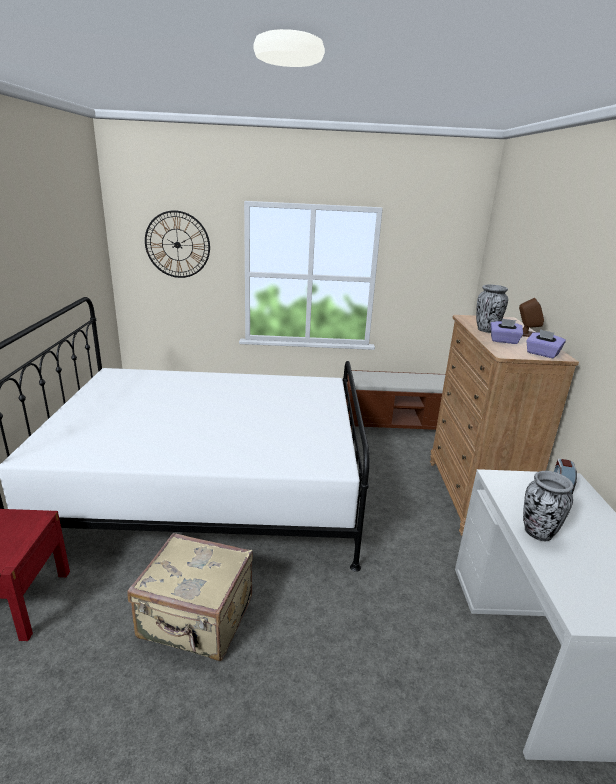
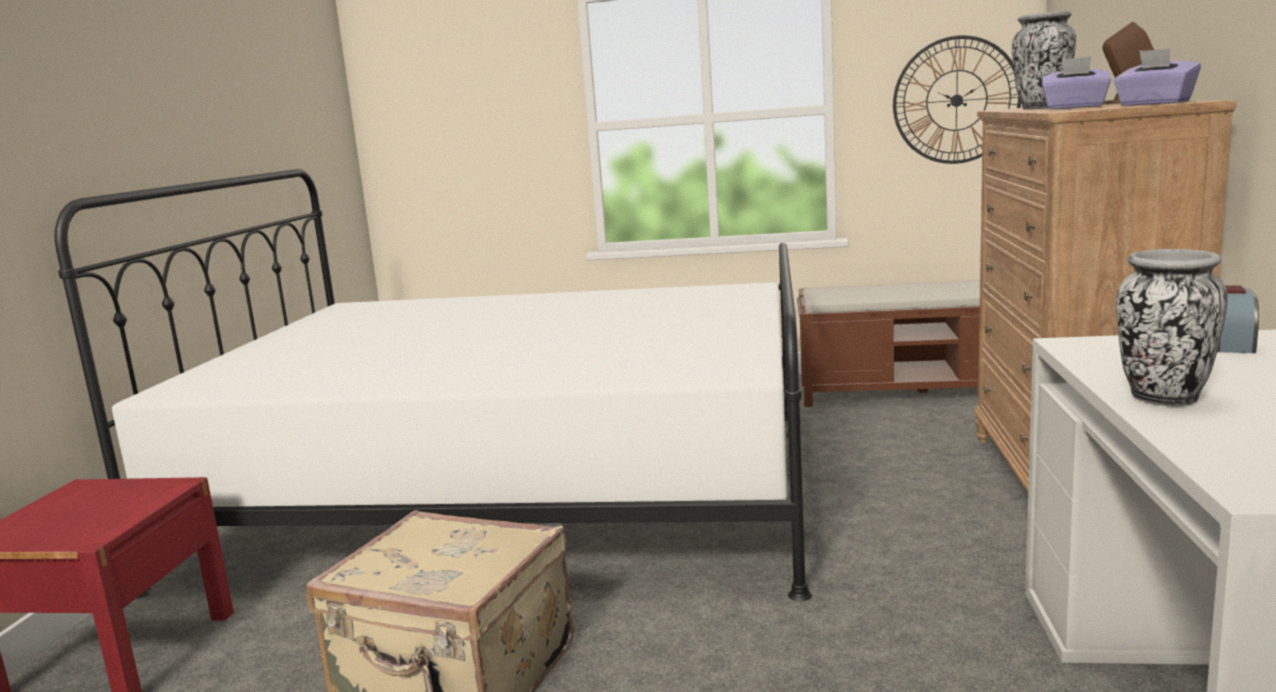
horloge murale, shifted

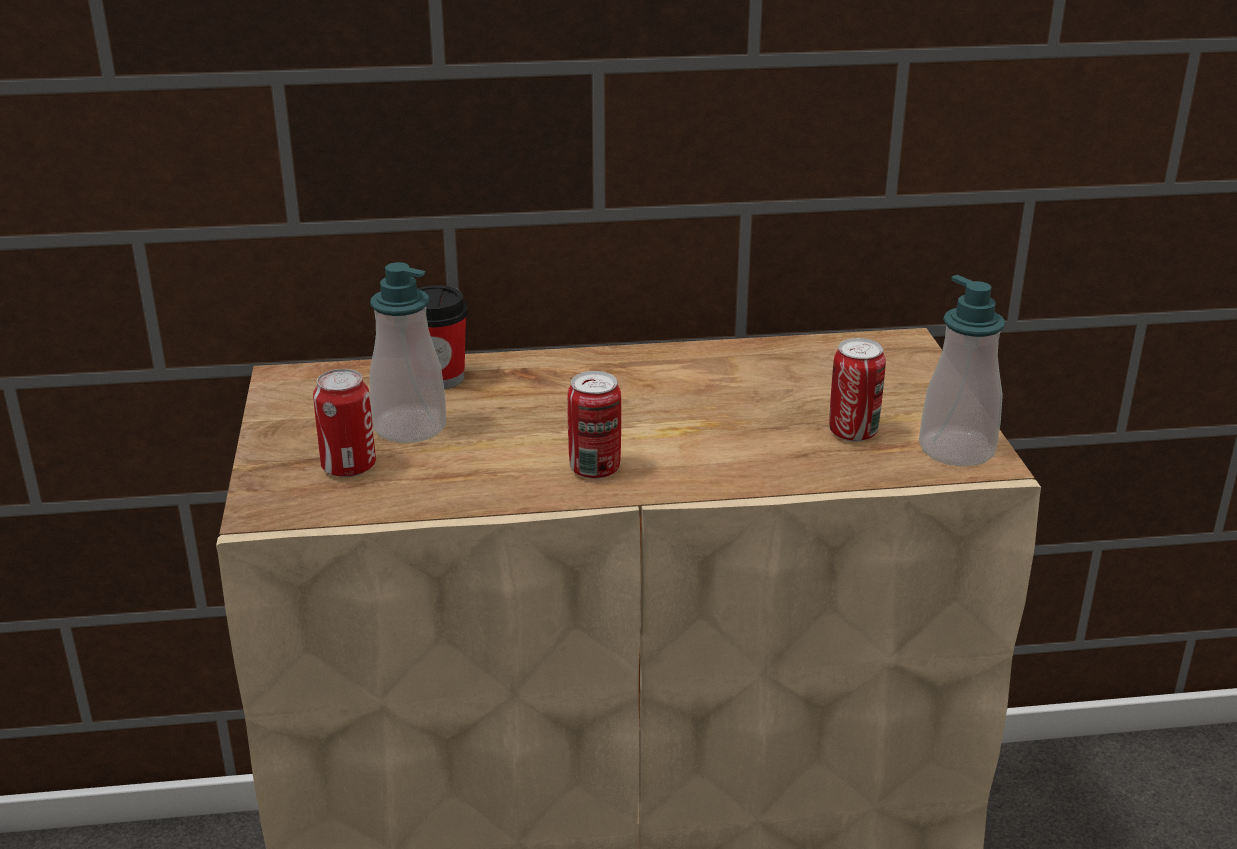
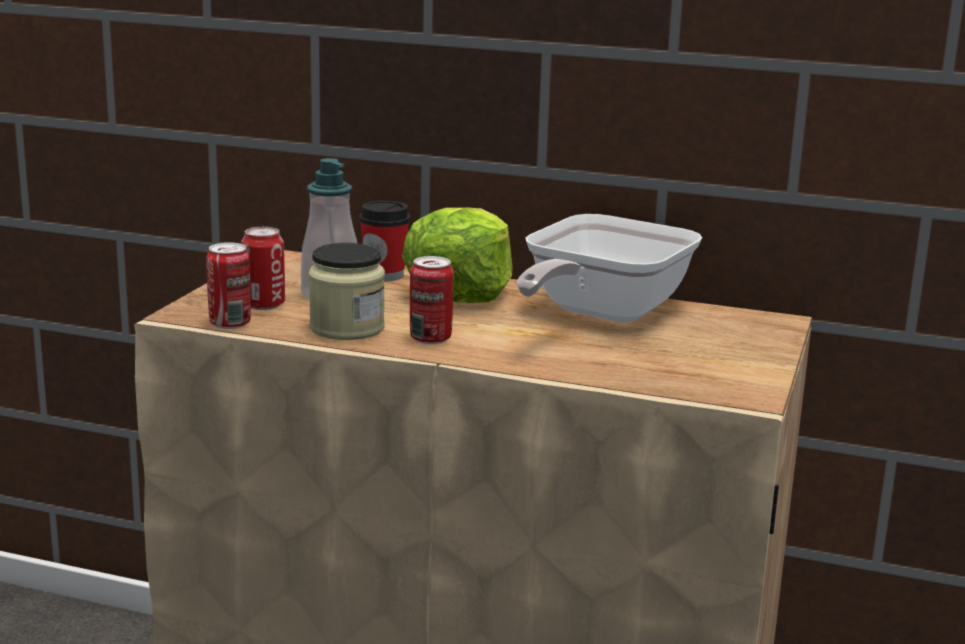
boîte métallique (no. 3 from left in the first image) => boîte métallique (no. 1 from left), shifted
nothing => bocal
nothing => laitue
nothing => poêle
distributeur de savon (no. 2 from left) => nothing

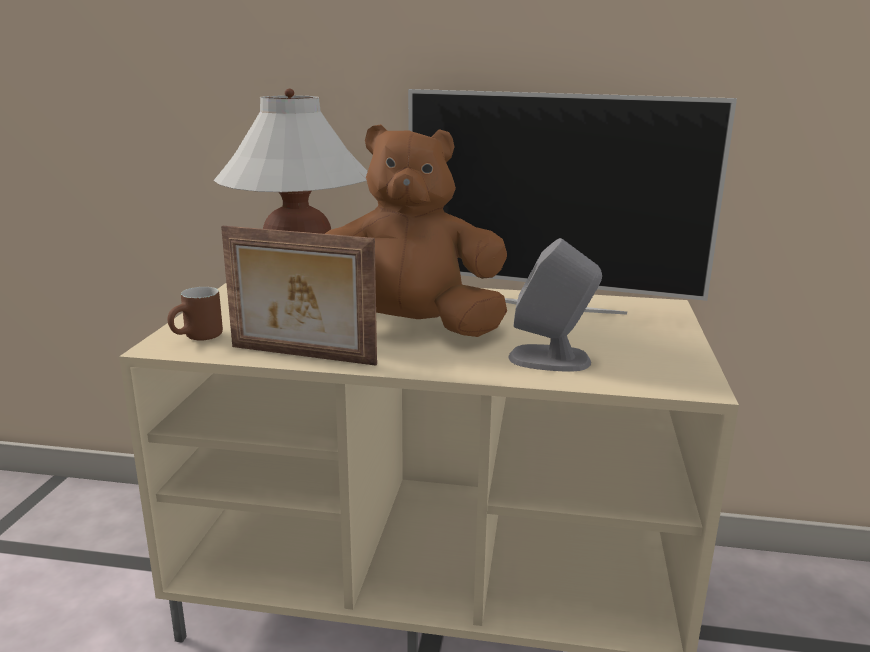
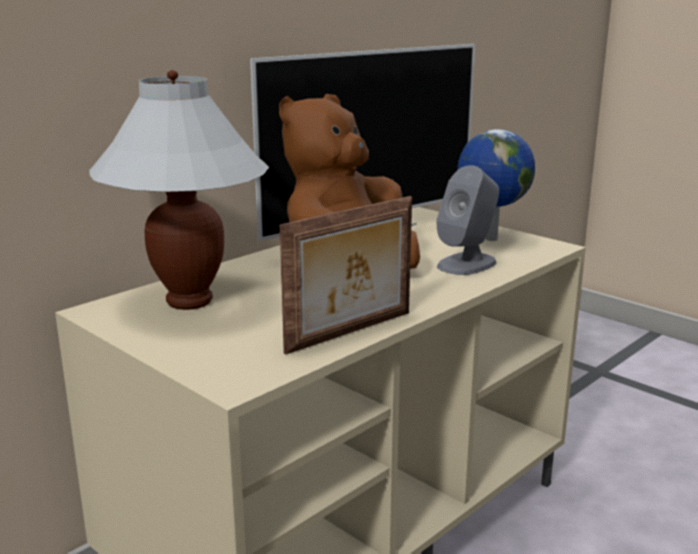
nothing => globe
mug [marron] => nothing

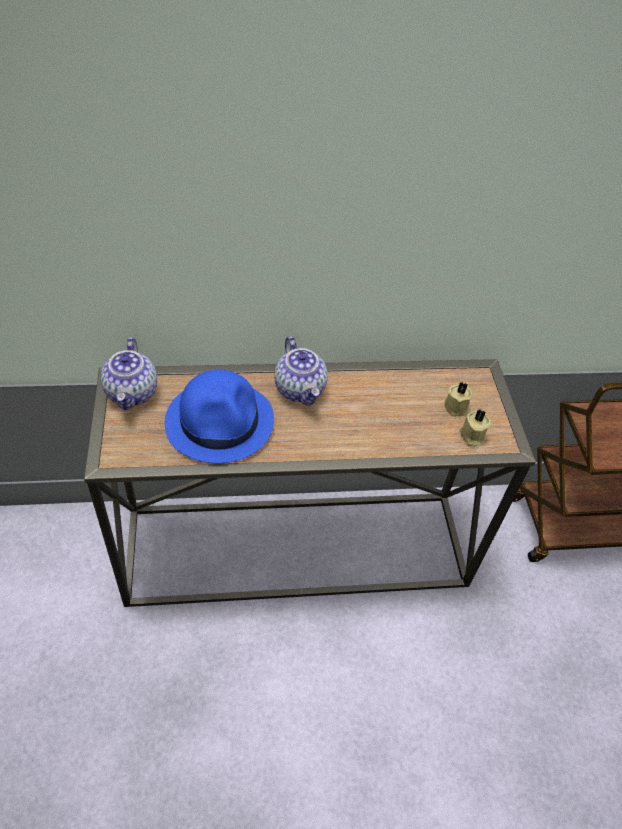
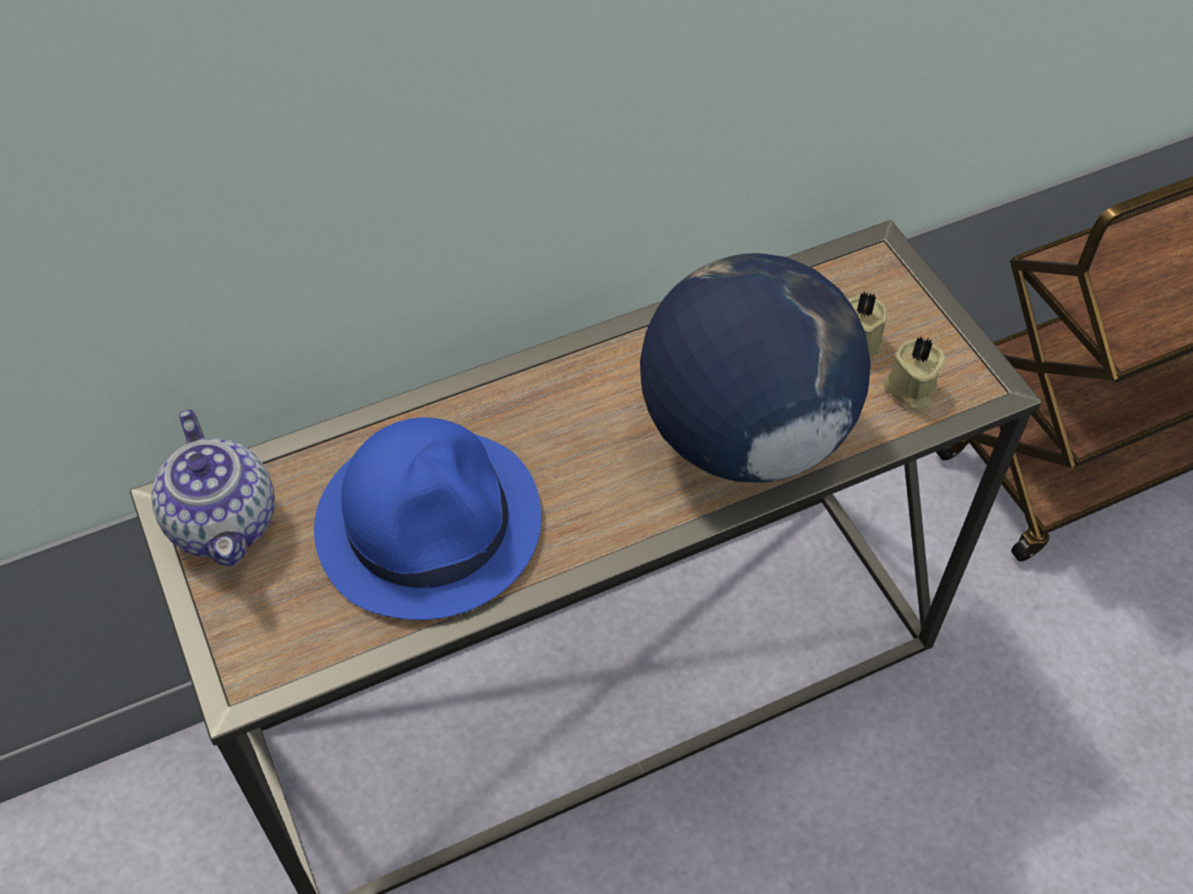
nothing => globe
théière (no. 2 from left) => nothing

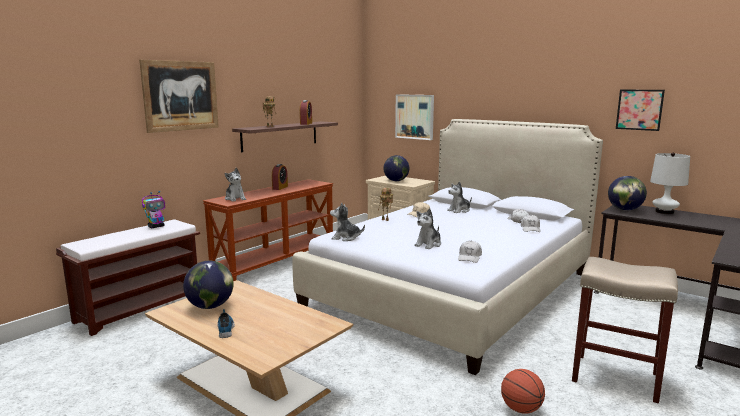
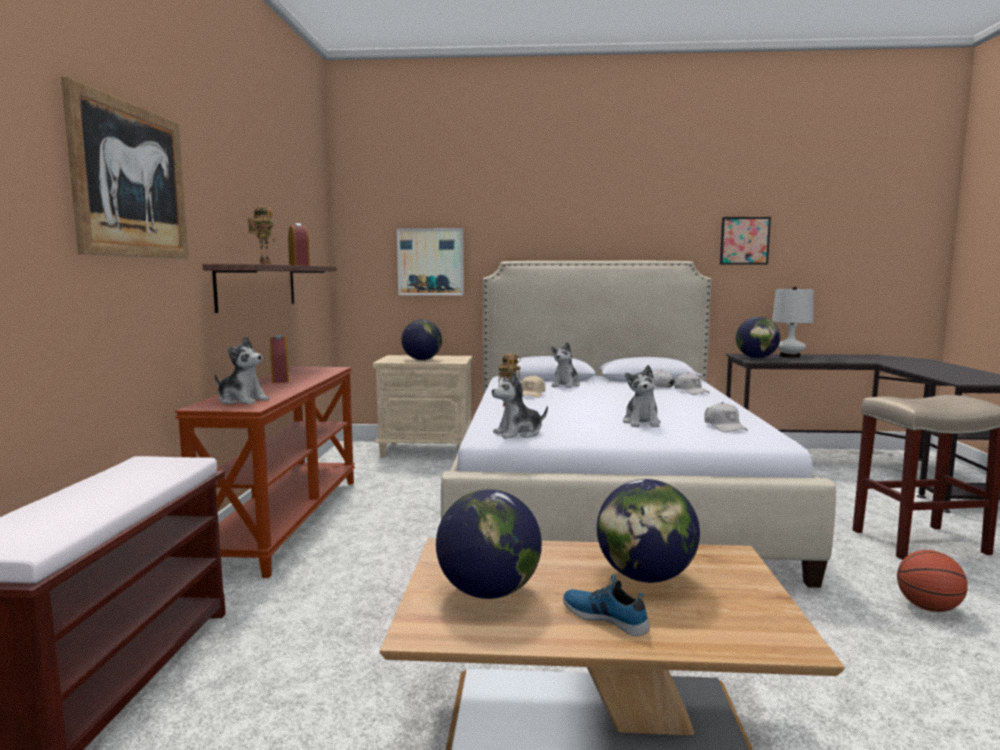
nothing => globe (no. 3 from left)
robot jouet (no. 1 from left) => nothing

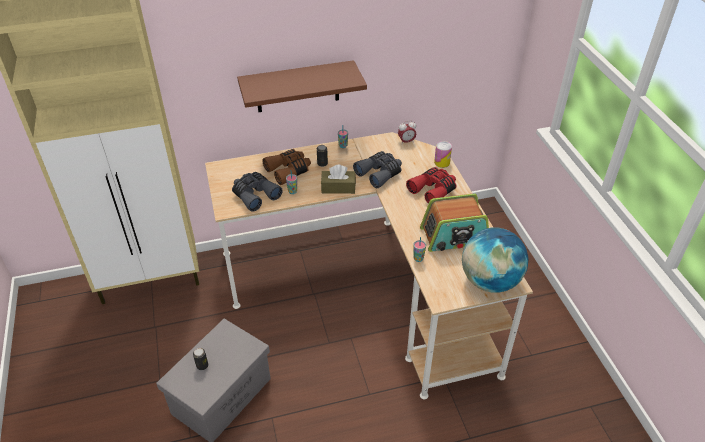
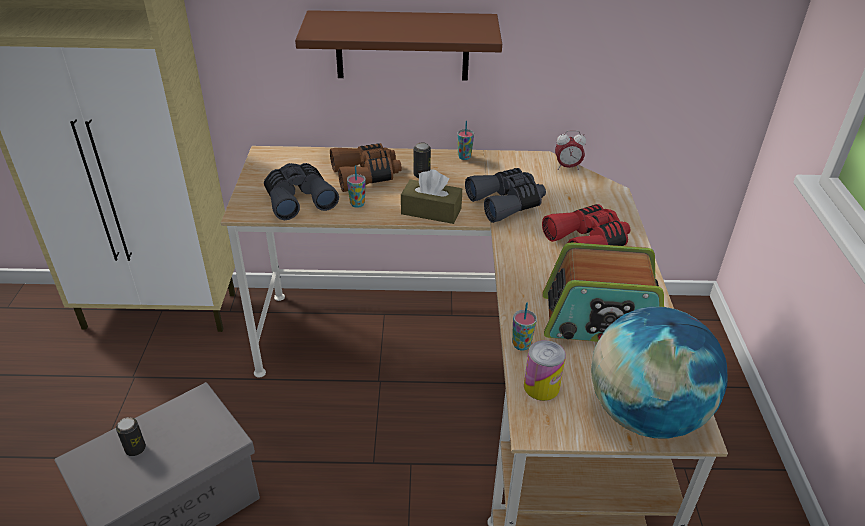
boîte métallique (no. 3 from left), shifted

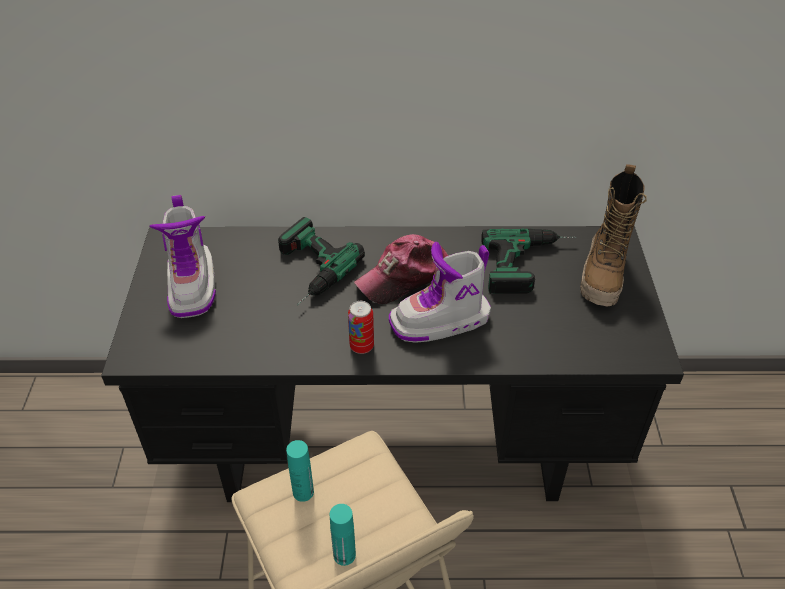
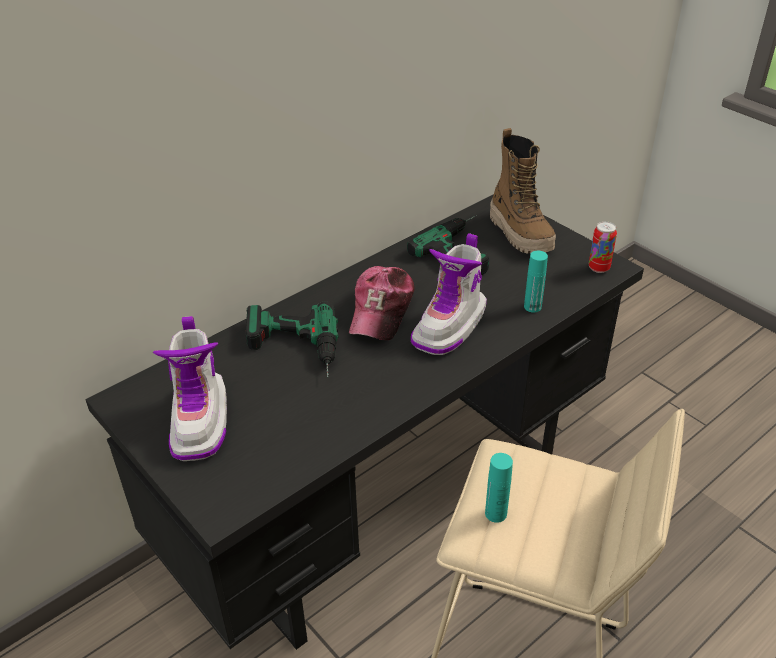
botte (no. 1 from left), 45 degrees clockwise
bouteille [turquoise] (no. 2 from left), shifted
boîte métallique, shifted

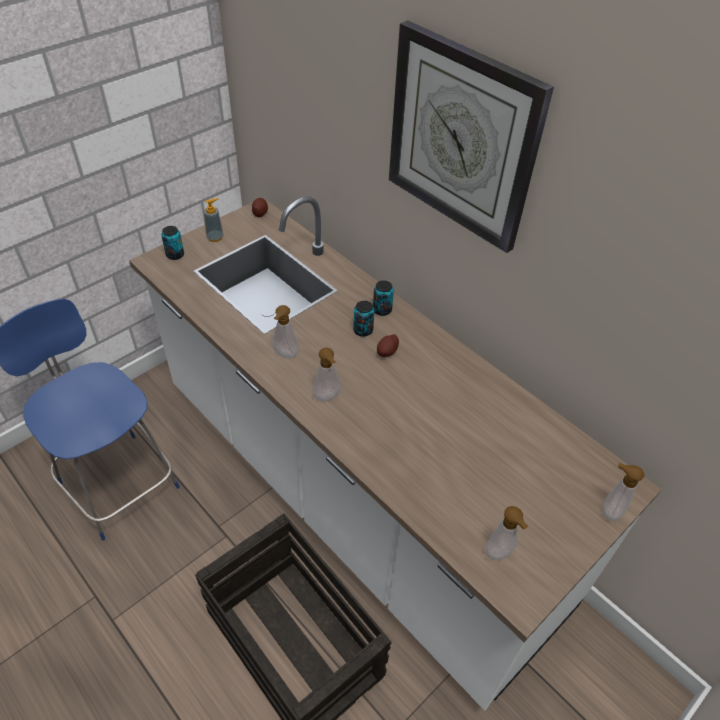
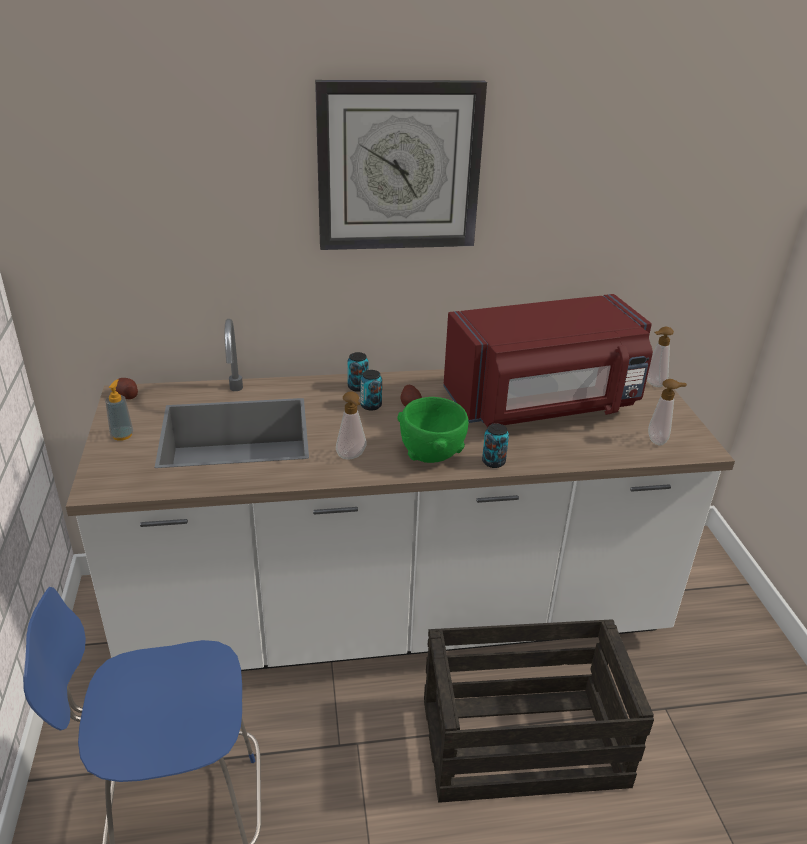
distributeur de savon (no. 3 from left) => bol [vert]
nothing => micro-ondes [rouge]
boîte métallique (no. 1 from left in the first image) => boîte métallique (no. 3 from left), shifted

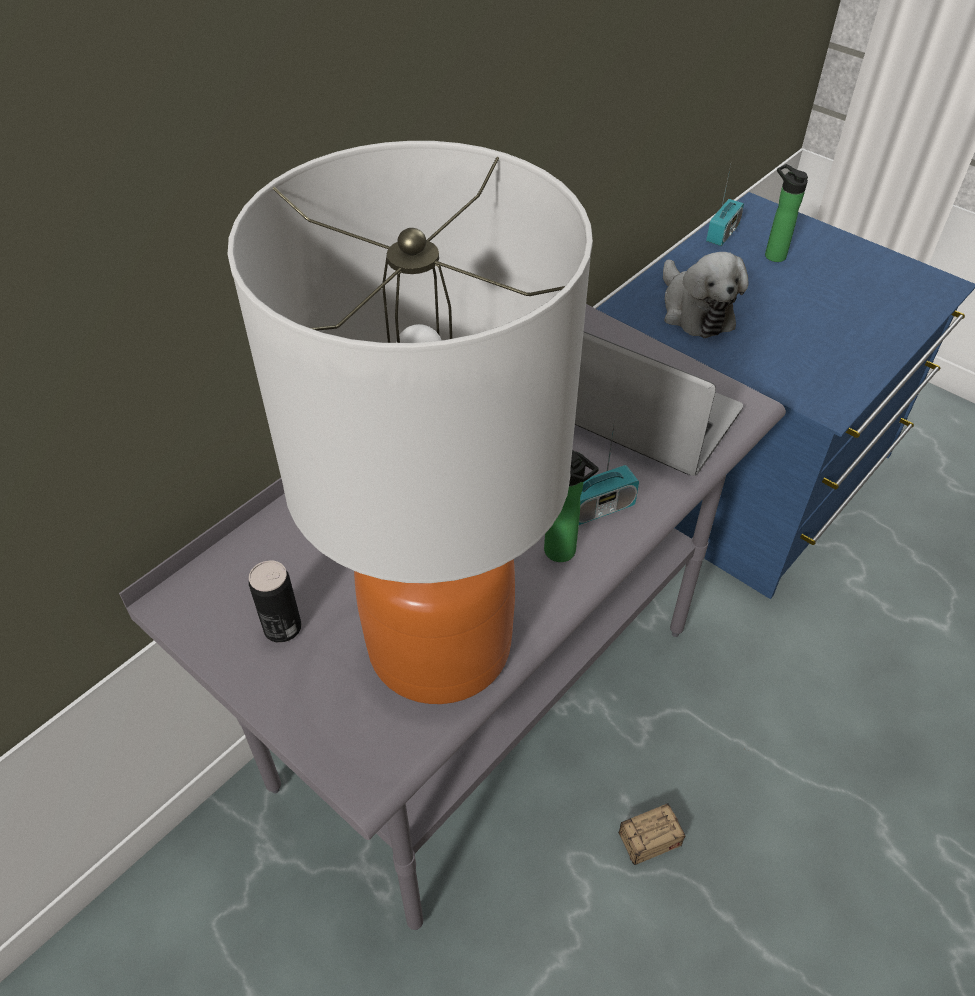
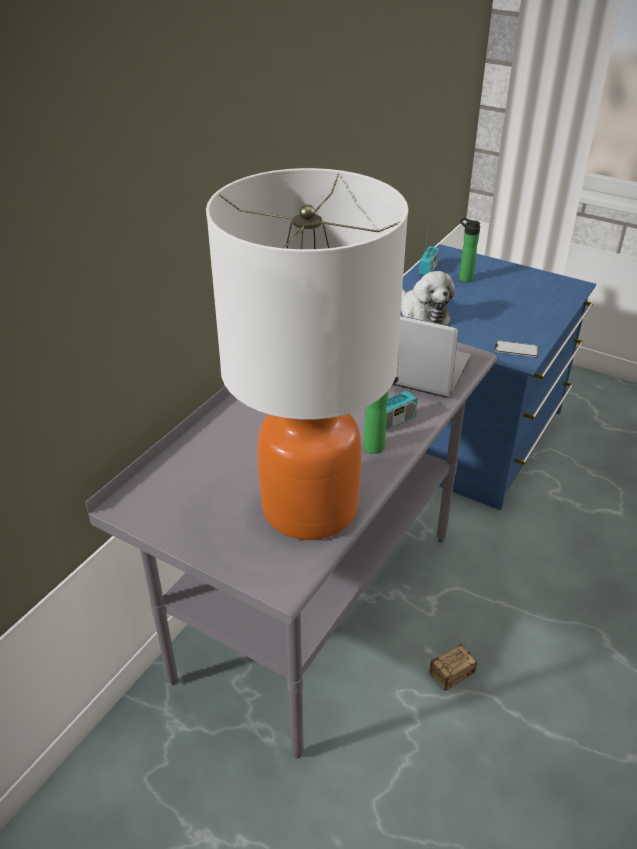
nothing => téléphone
boîte métallique => nothing

